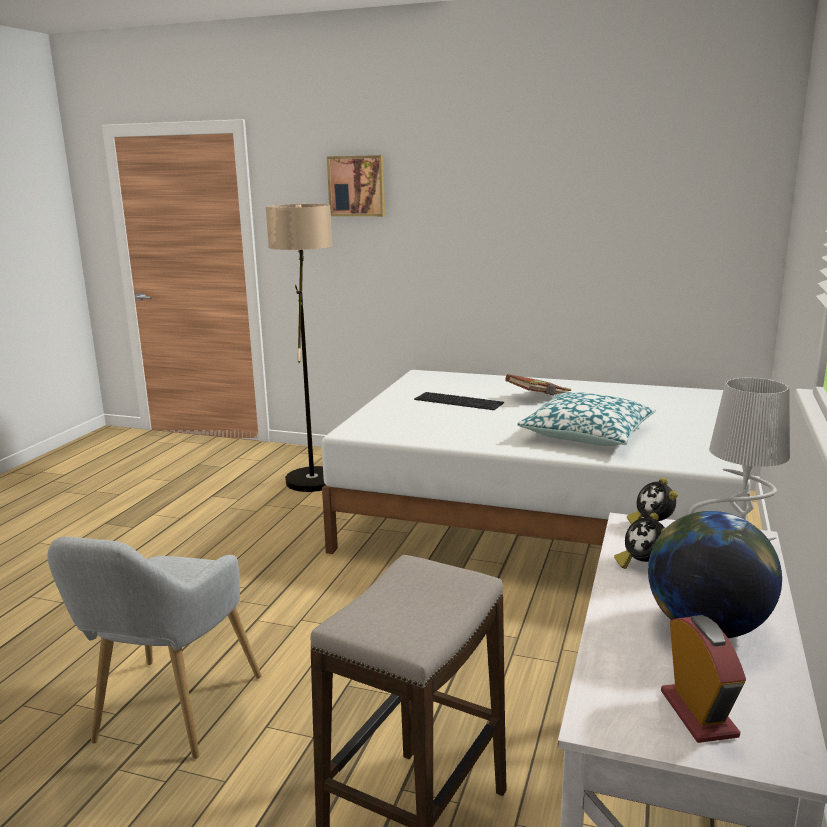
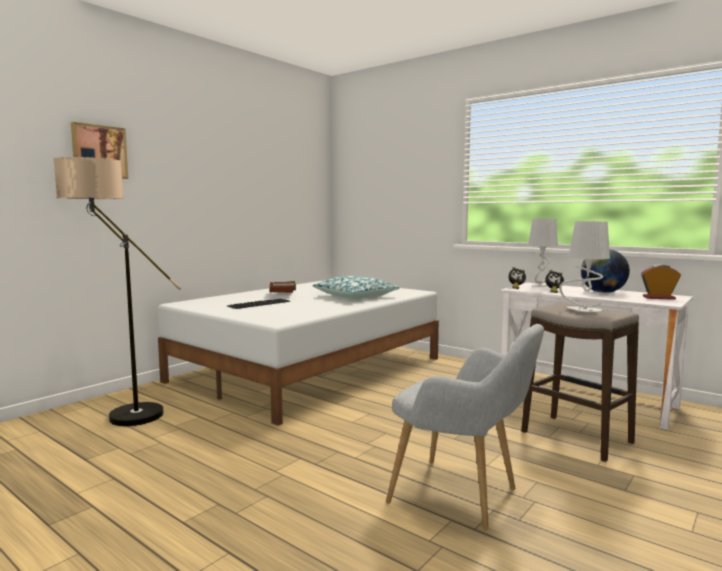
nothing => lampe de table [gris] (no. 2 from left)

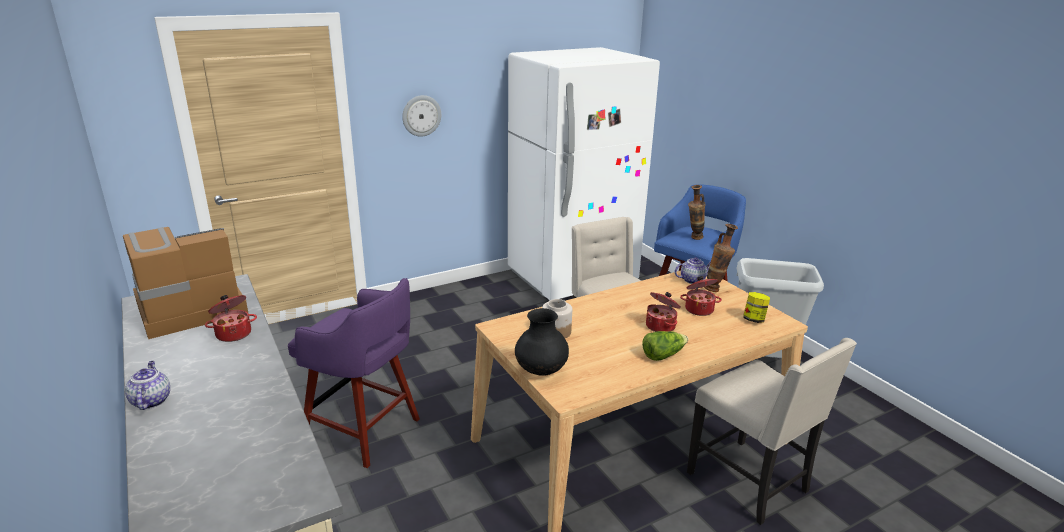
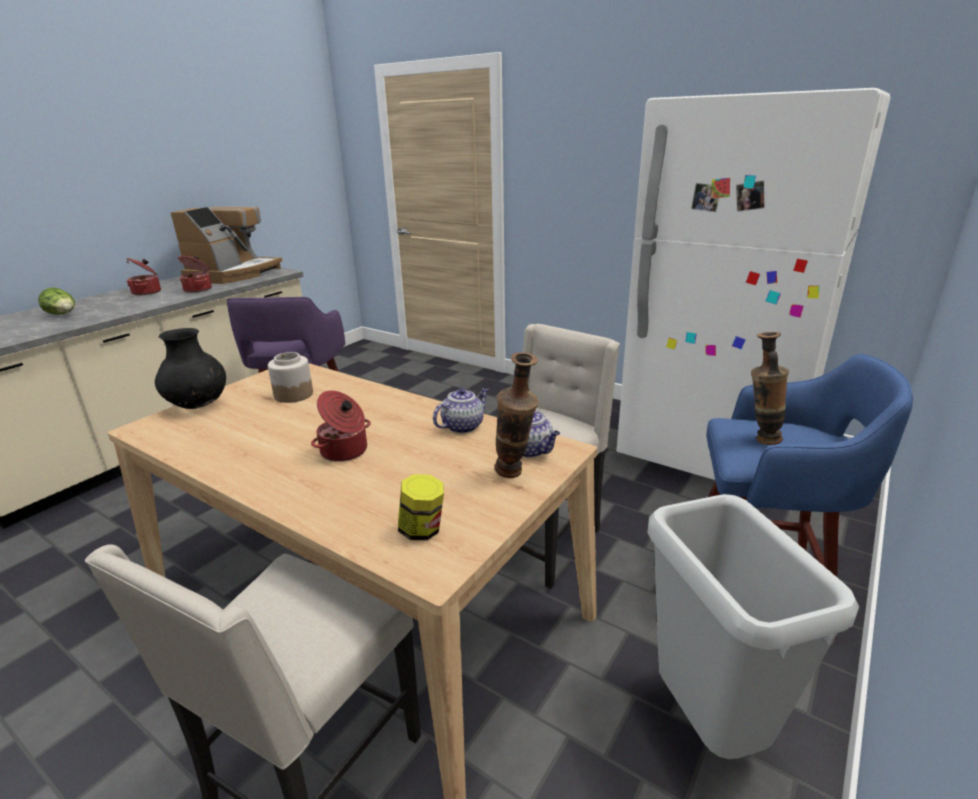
laitue, shifted
marmite (no. 3 from left in the first image) => marmite (no. 1 from left), shifted
machine à café, 75 degrees clockwise
théière (no. 1 from left), shifted
horloge murale => nothing

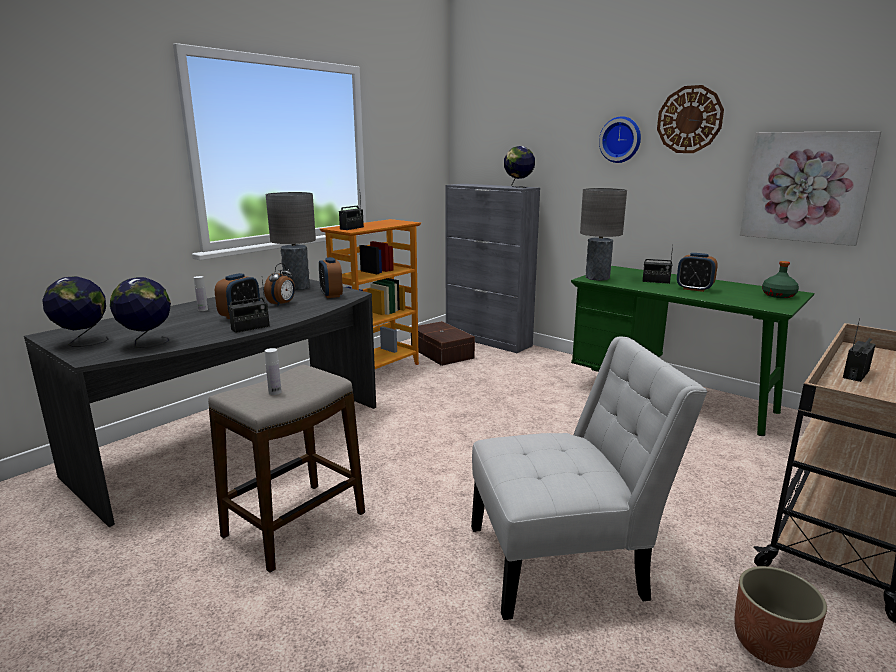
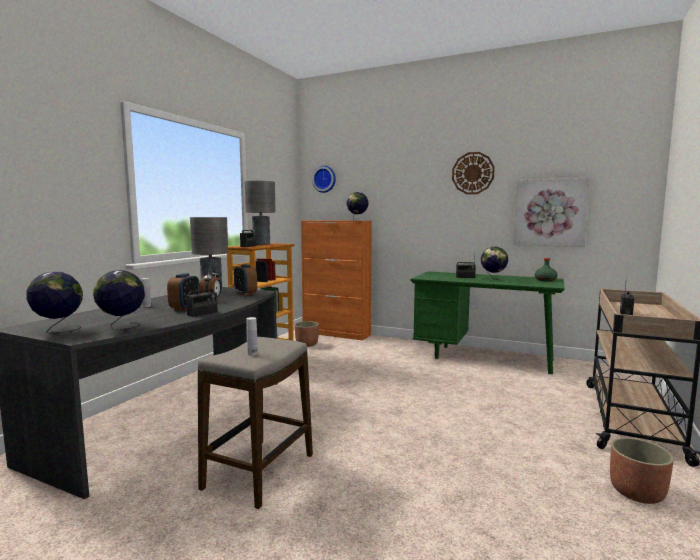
lampe de table [gris] (no. 2 from left), shifted
boîte de rangement [marron] => cache-pot (no. 1 from left)
meuble de rangement [gris] => meuble de rangement [orange]
horloge murale (no. 1 from left), shifted
réveil (no. 4 from left) => globe (no. 4 from left)
chaise [blanc] => nothing

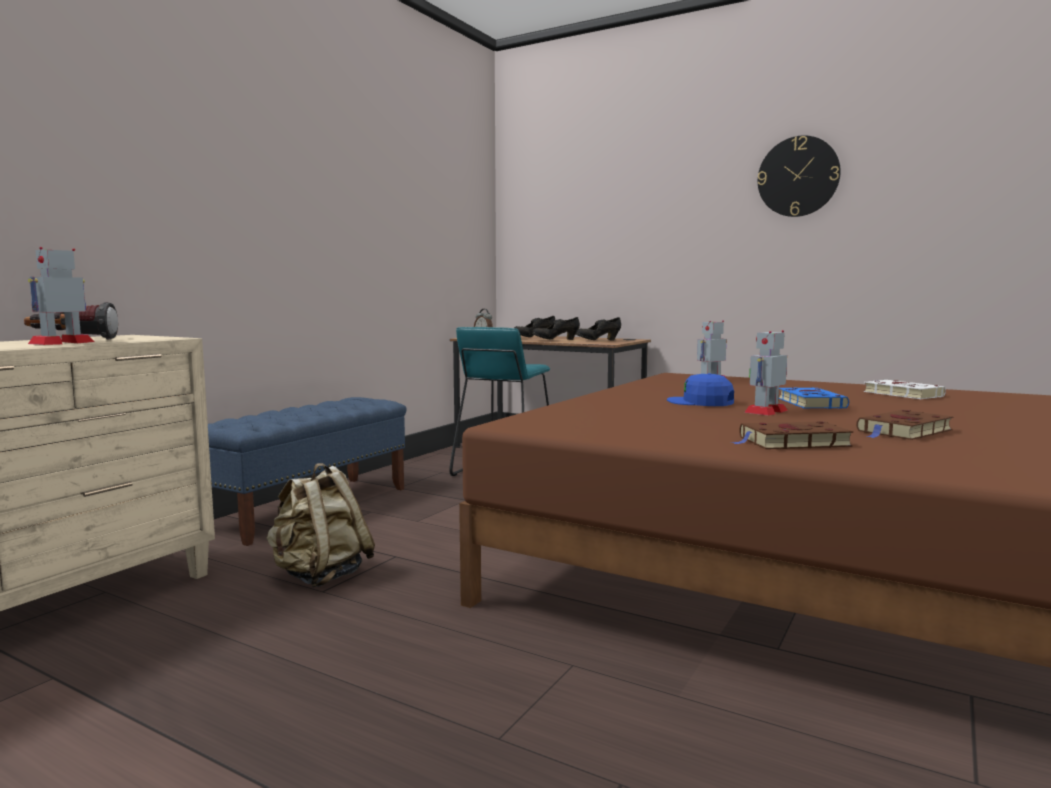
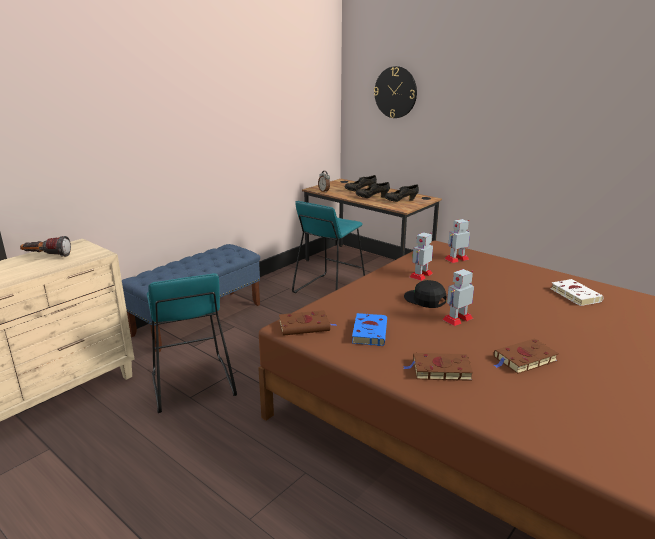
sac à dos [beige] => tabouret [turquoise] (no. 1 from left)
nothing => livre [marron] (no. 1 from left)
livre [bleu], shifted
horloge murale, shifted
casquette [bleu] => casquette [noir]
robot jouet (no. 1 from left), shifted

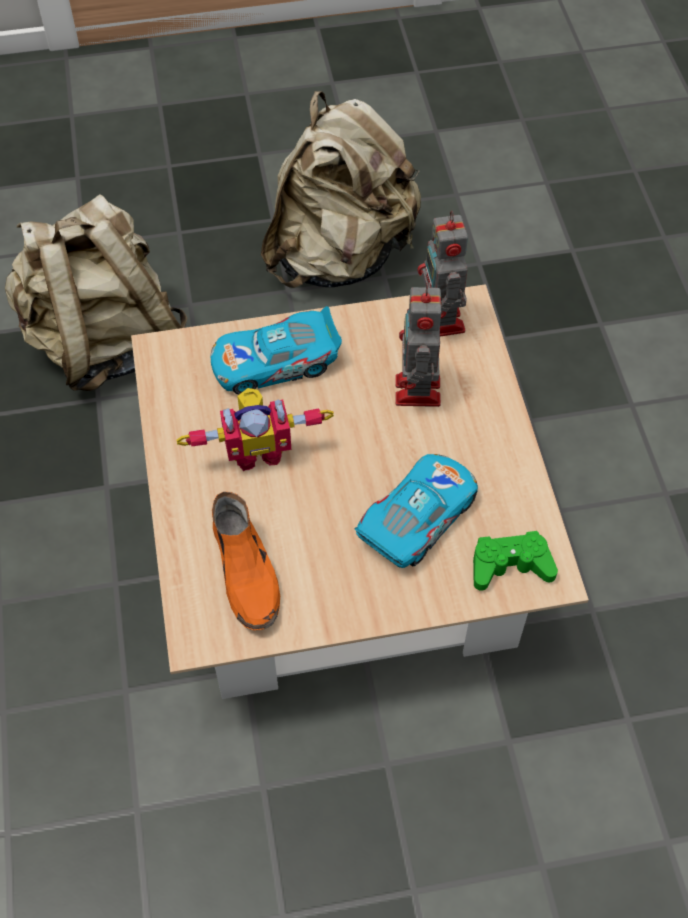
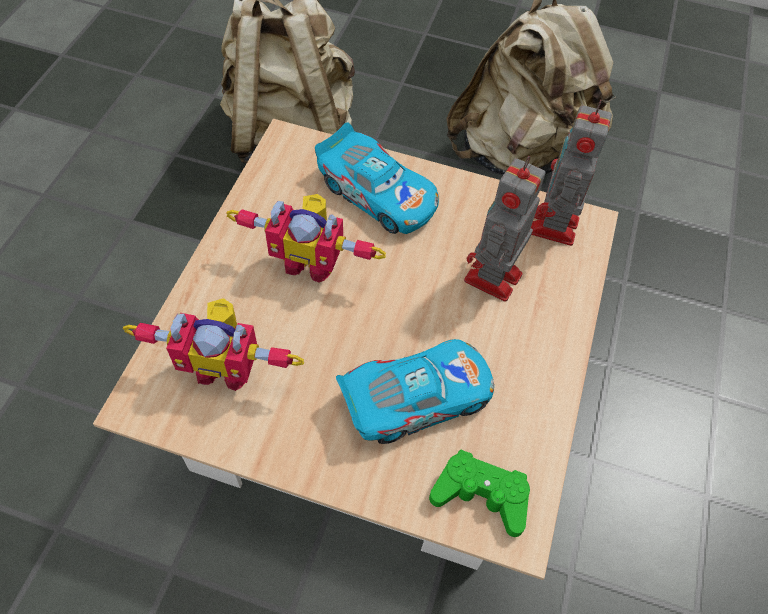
chaussure [orange] => robot jouet (no. 1 from left)
petite voiture (no. 1 from left), 150 degrees counterclockwise

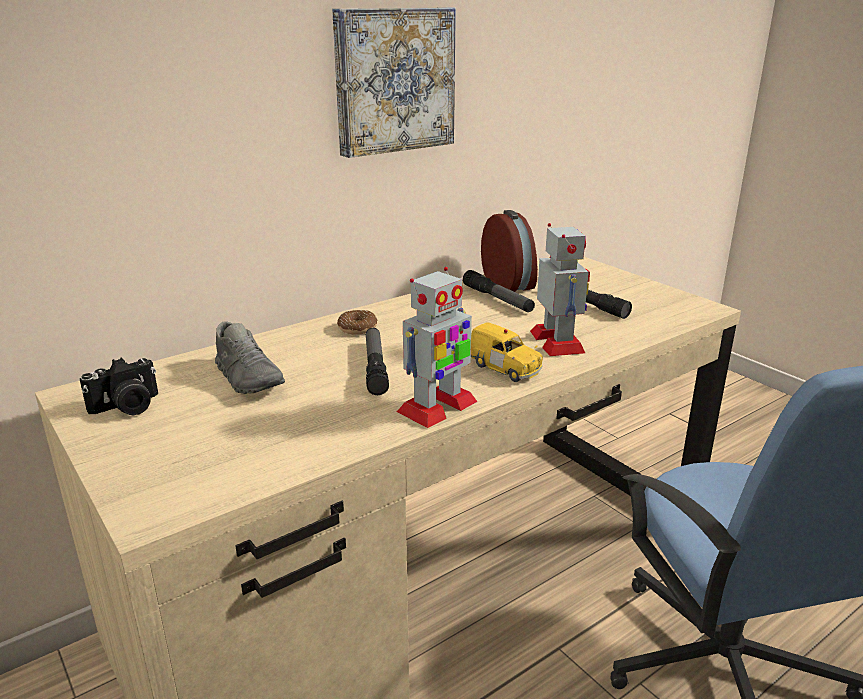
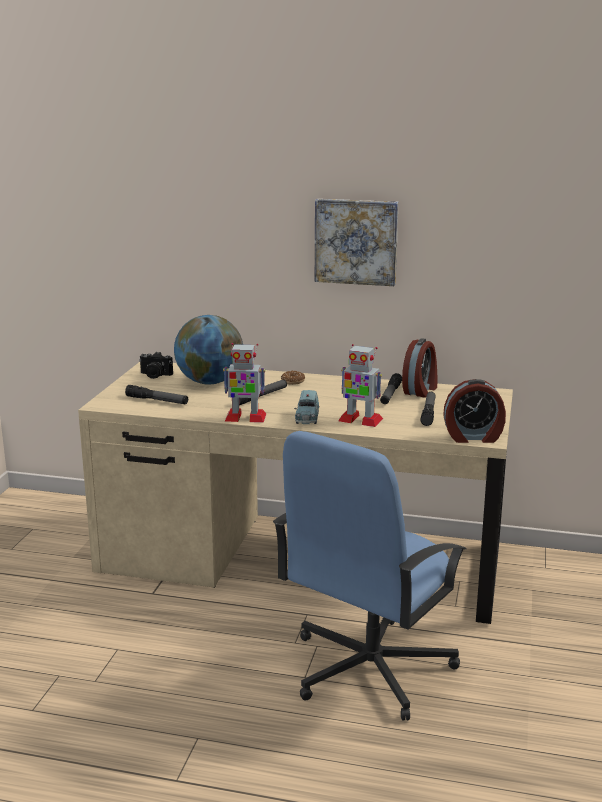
nothing => lampe de poche (no. 1 from left)
chaussure [gris] => globe
petite voiture [jaune] => petite voiture [bleu]
robot jouet (no. 2 from left), 75 degrees clockwise
nothing => réveil (no. 2 from left)

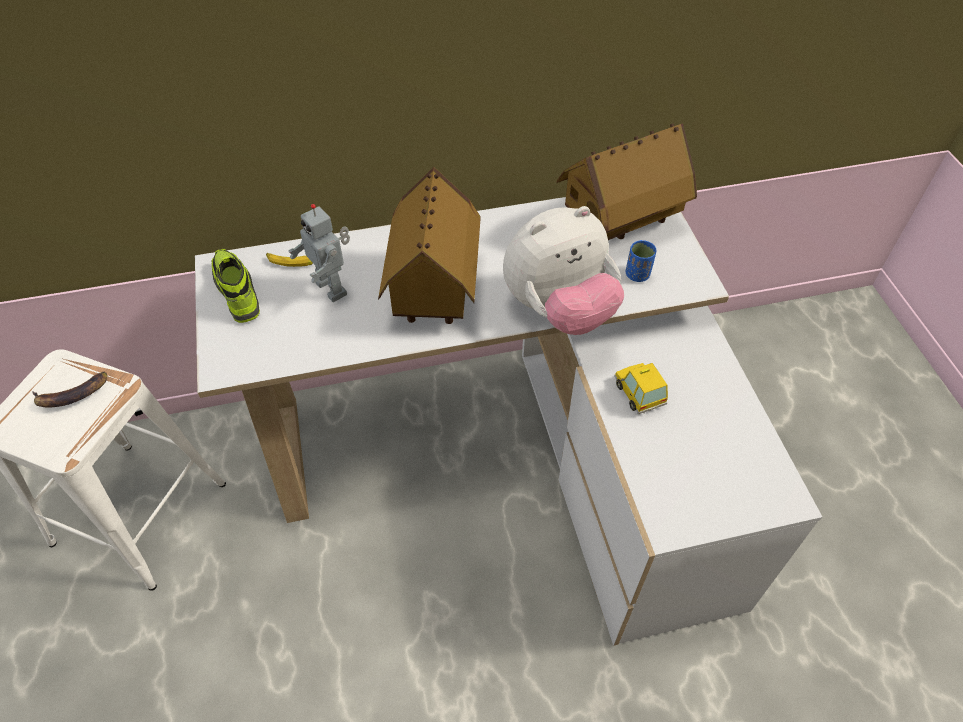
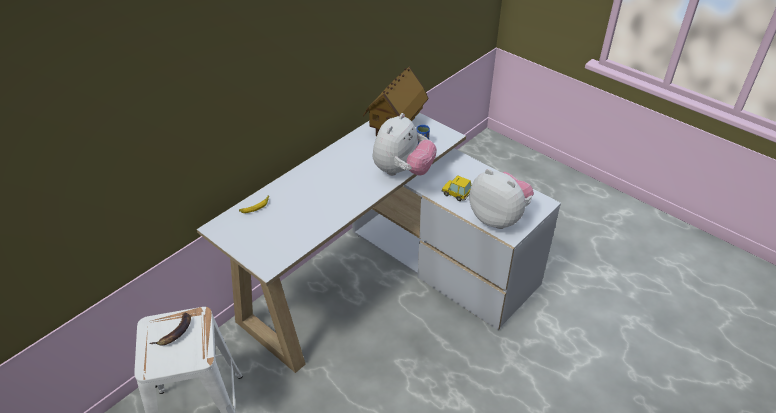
nothing => peluche (no. 2 from left)
chaussure => nothing
robot jouet => nothing
maison miniature (no. 1 from left) => nothing

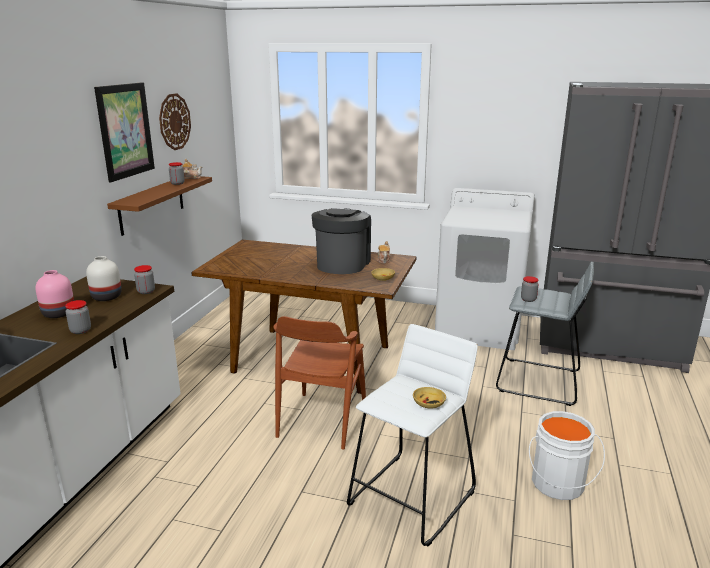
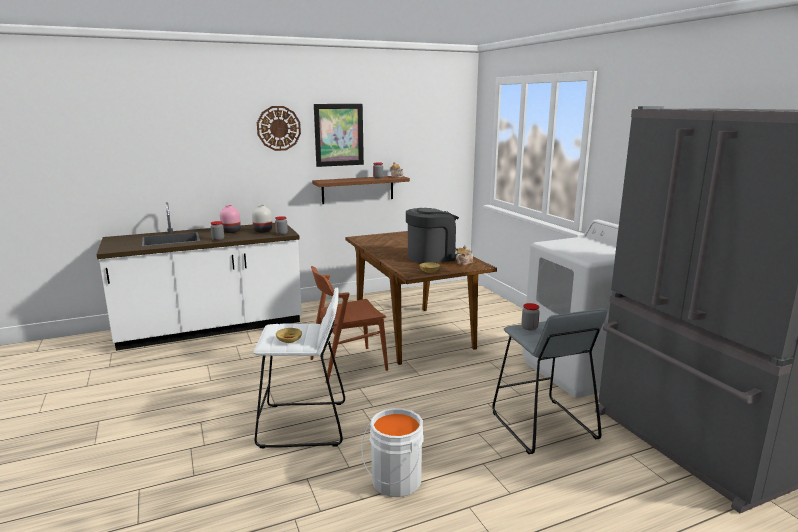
horloge murale, shifted

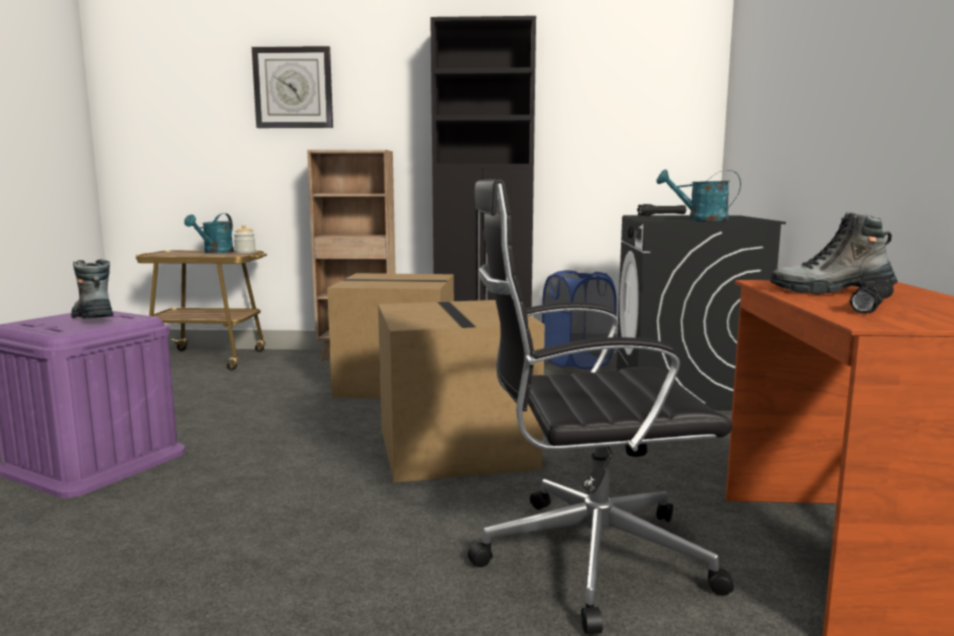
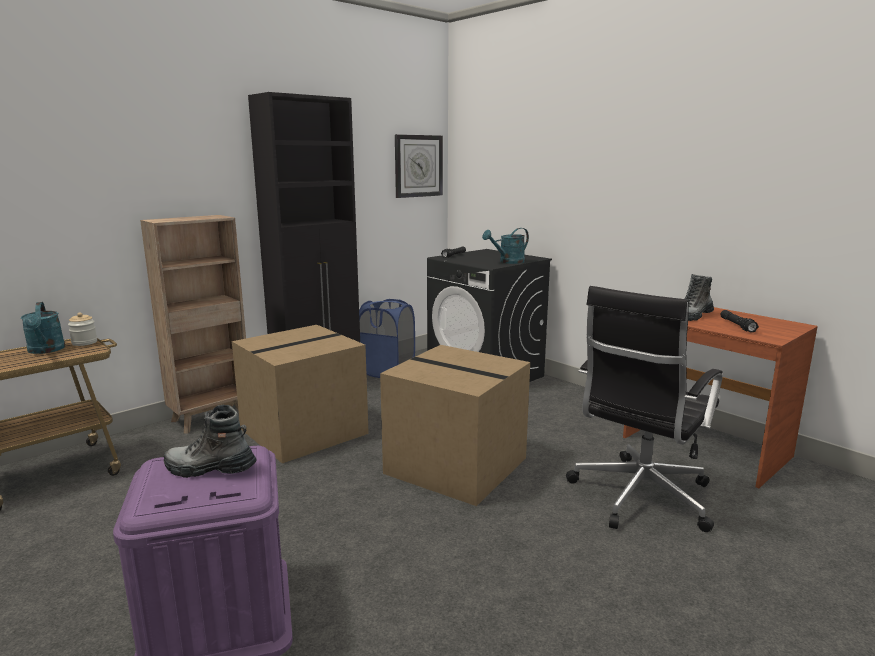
horloge murale, shifted

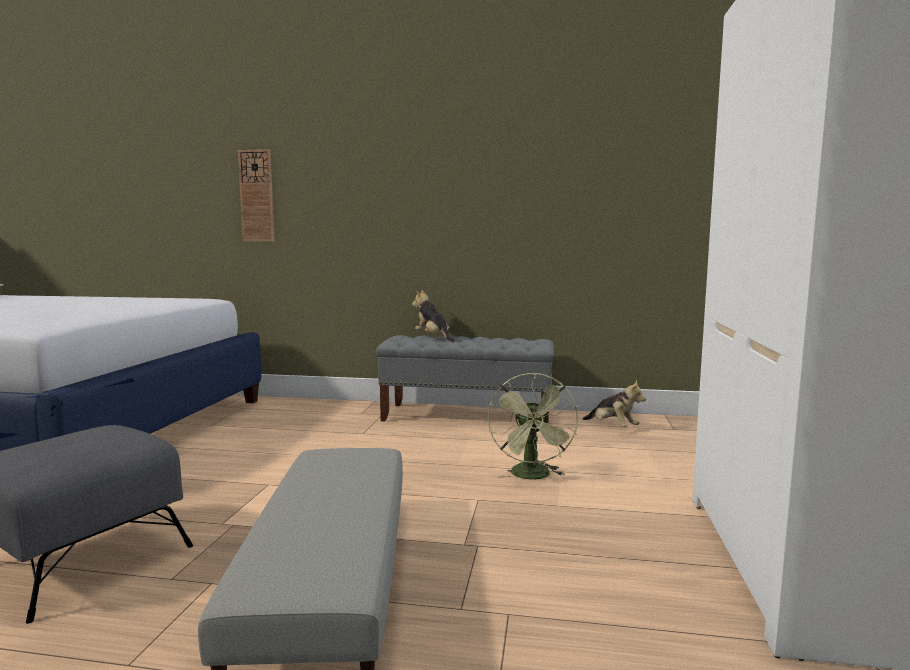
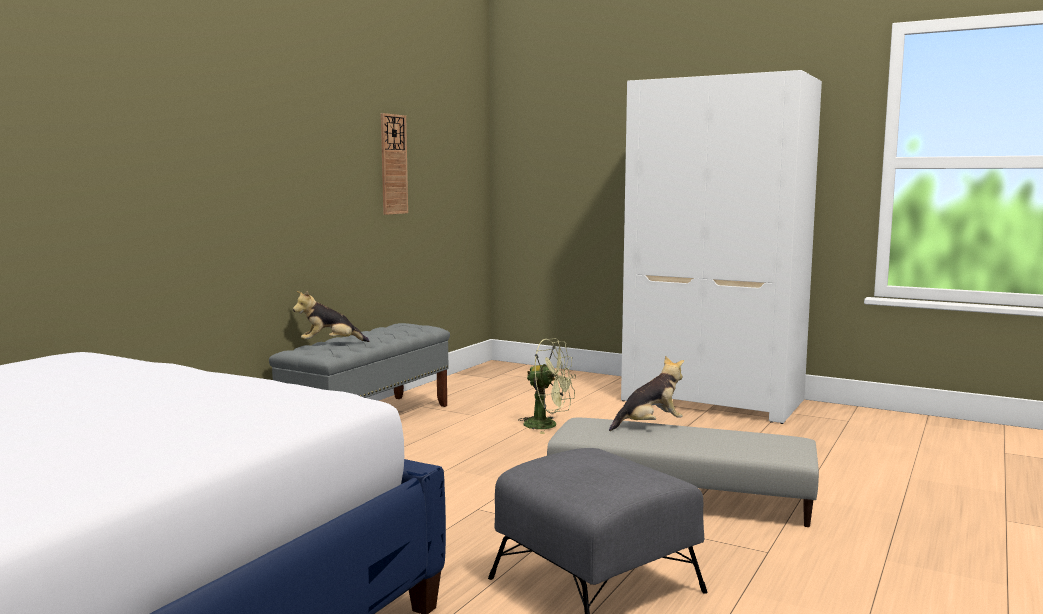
horloge murale, shifted
peluche (no. 2 from left), shifted

